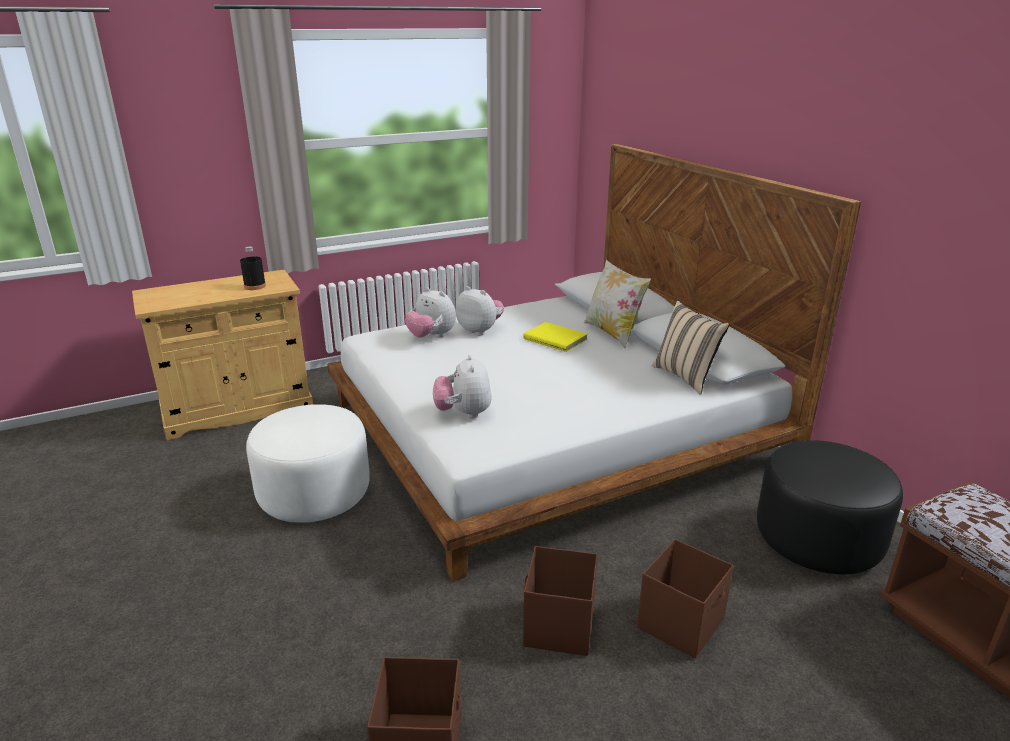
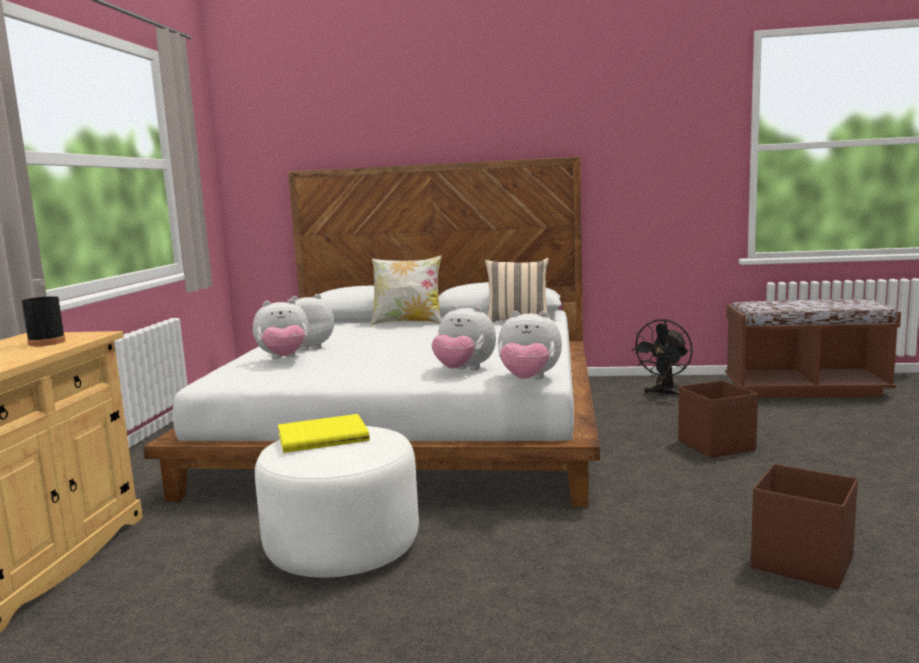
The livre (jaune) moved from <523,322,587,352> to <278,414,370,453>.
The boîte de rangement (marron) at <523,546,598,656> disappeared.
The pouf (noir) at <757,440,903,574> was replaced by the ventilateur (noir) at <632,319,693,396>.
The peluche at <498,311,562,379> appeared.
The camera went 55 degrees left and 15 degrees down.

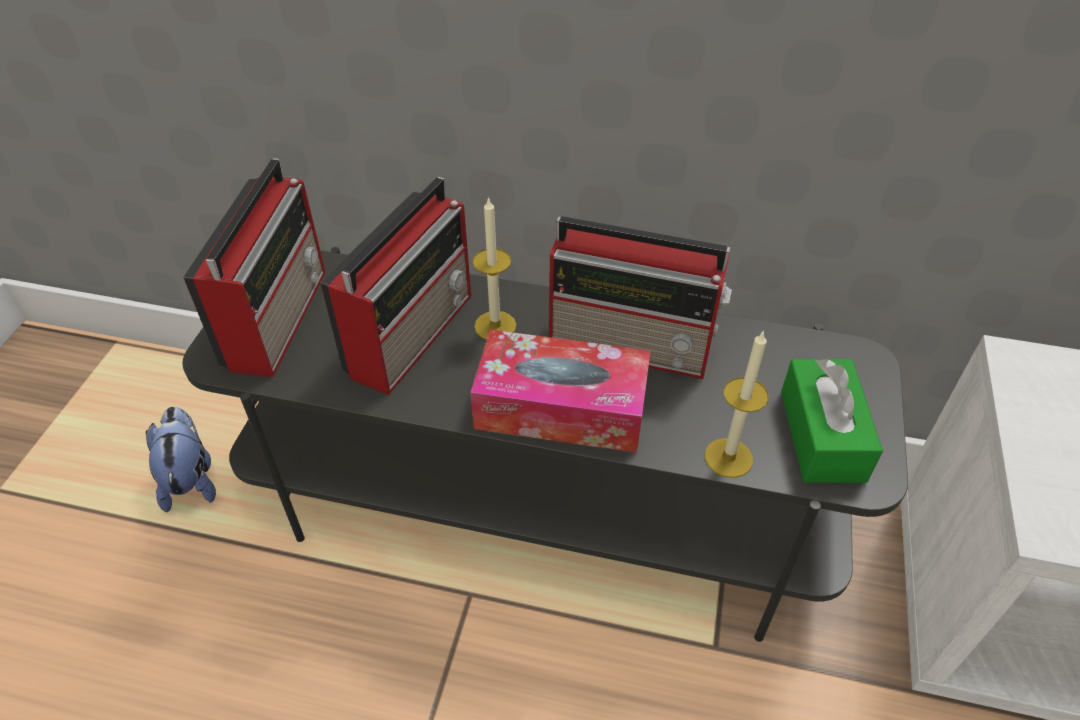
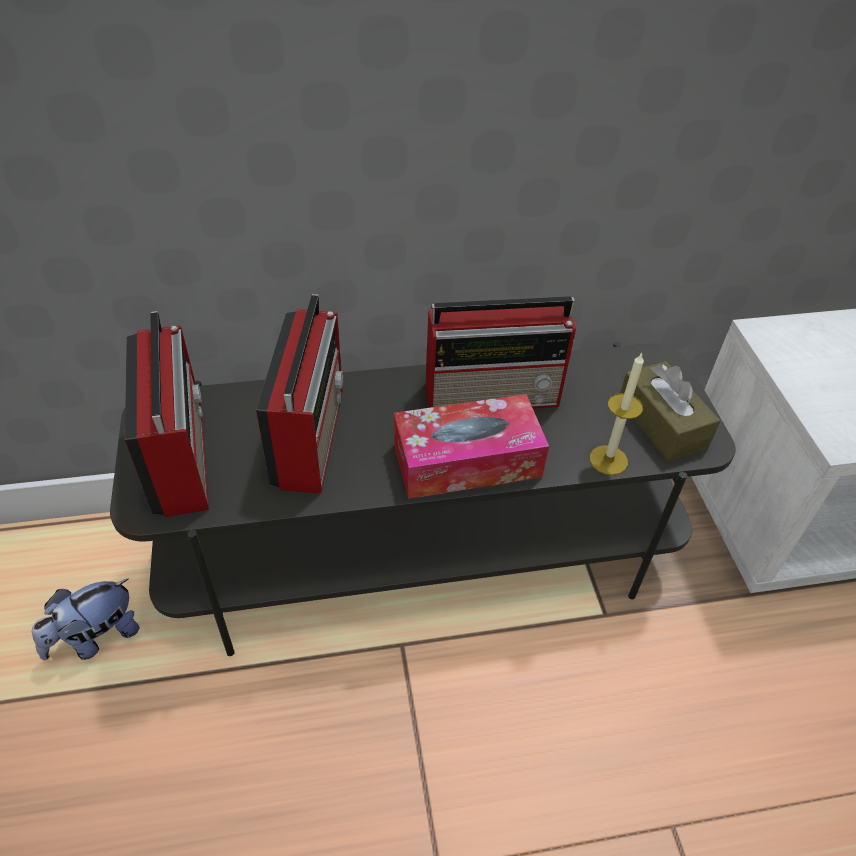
The peluche at <146,407,216,513> turned 90 degrees counterclockwise.
The bougie at <473,197,517,340> disappeared.
The boîte à mouchoirs (vert) at <781,359,883,483> became the boîte à mouchoirs (marron) at <620,361,720,461>.
The camera went 25 degrees left and 0 degrees up.

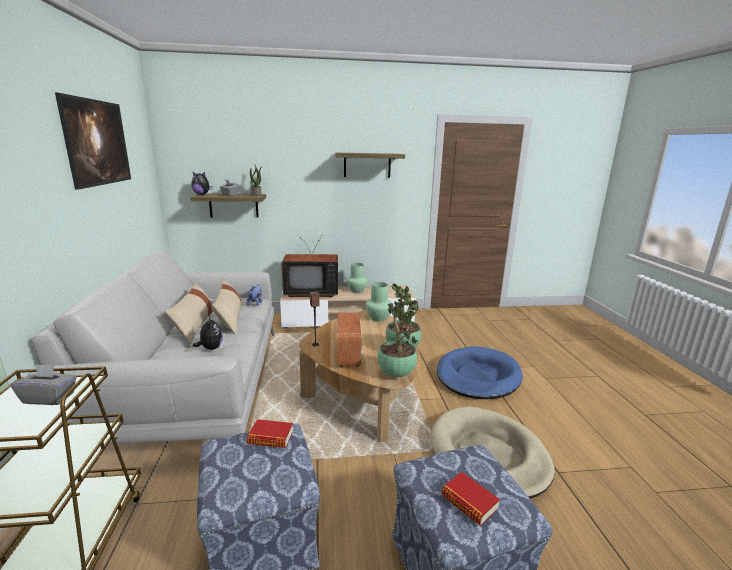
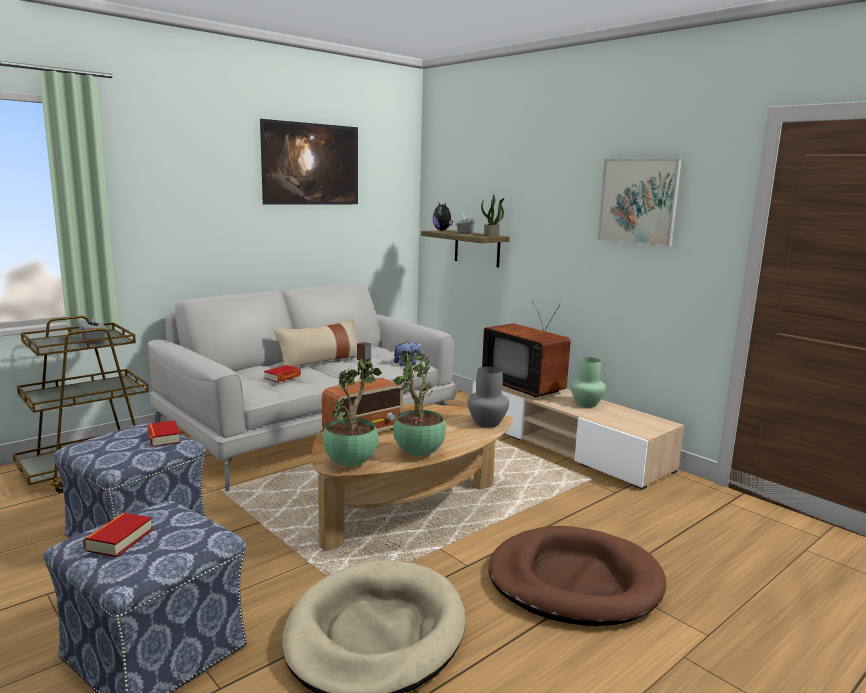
The peluche at <193,317,223,350> was replaced by the livre at <264,365,301,383>.
The coussin (beige) at <212,278,242,335> disappeared.
The étagère at <335,153,405,178> was replaced by the tableau at <597,159,682,247>.
The vase (vert) at <366,282,392,321> became the vase (gris) at <467,367,509,427>.
The panier pour chien (bleu) at <437,346,523,399> became the panier pour chien (marron) at <489,526,666,626>.
The camera went 55 degrees right and 5 degrees down.

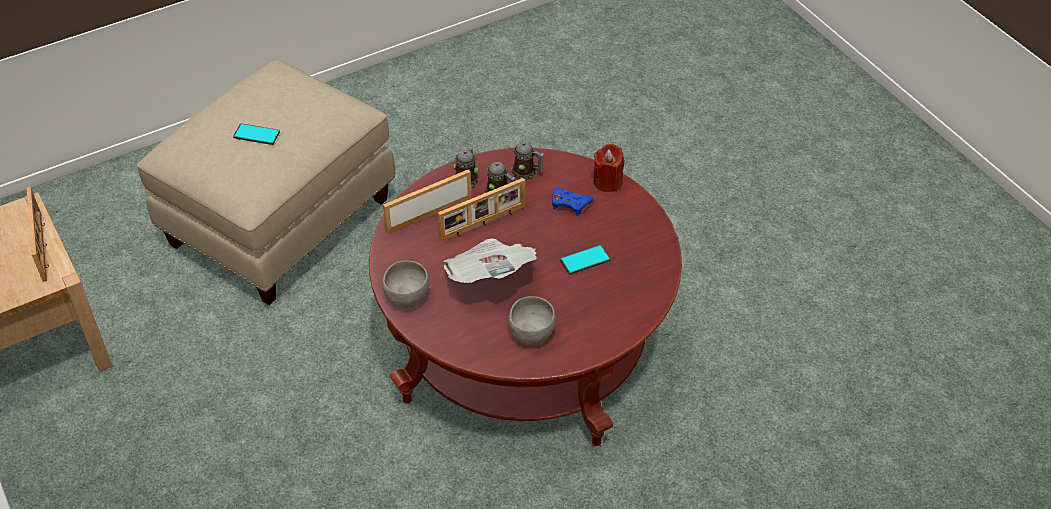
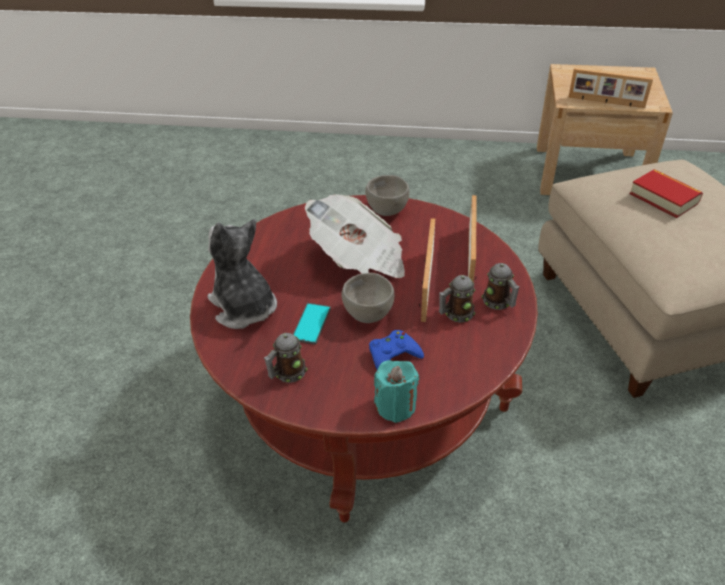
The téléphone at <233,123,280,145> was replaced by the livre at <630,169,703,218>.
The bol (gris) moved from <508,296,556,346> to <341,273,394,323>.
The mug moved from <511,142,544,180> to <264,333,307,383>.
The bougie (rouge) at <594,144,625,192> became the bougie (turquoise) at <374,360,419,423>.
The peluche at <207,219,277,329> appeared.
The camera went 130 degrees right and 5 degrees down.

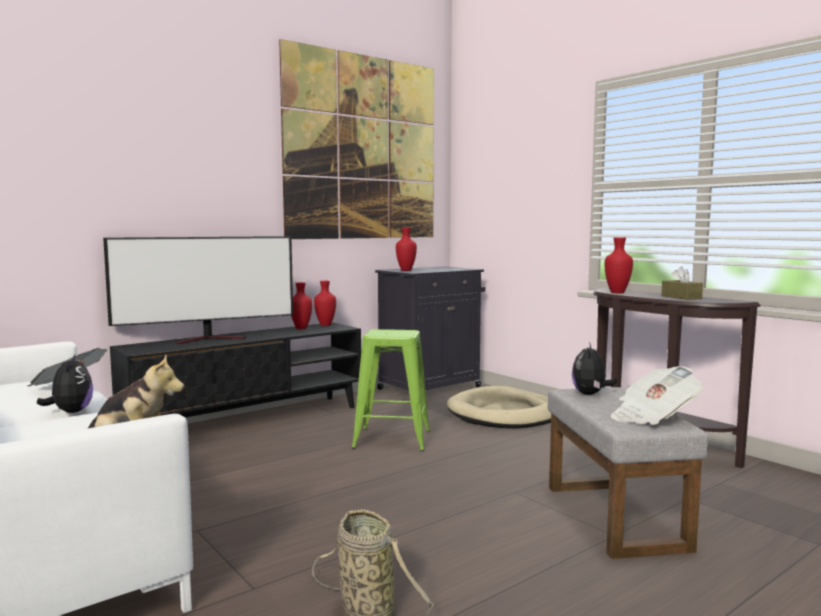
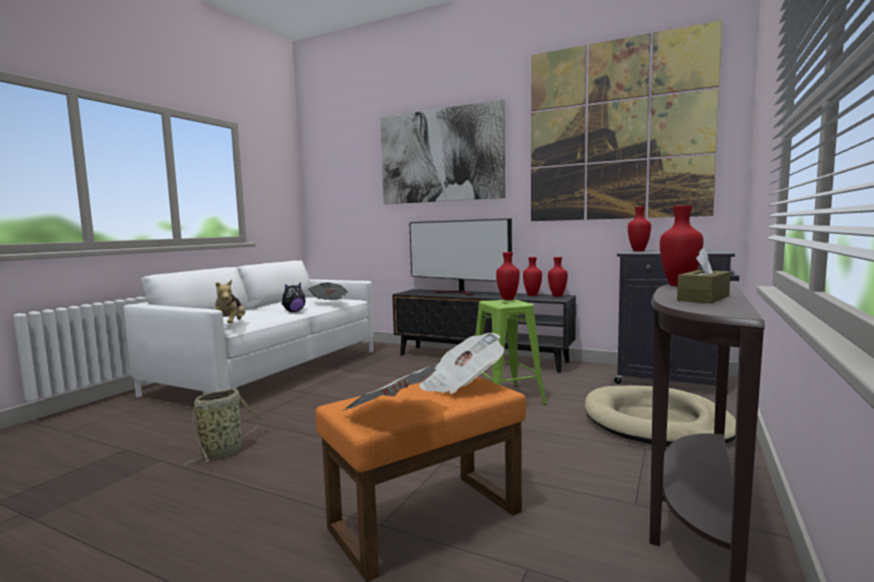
The pouf (gris) at <548,387,708,559> became the pouf (orange) at <315,376,526,582>.
The peluche at <572,342,617,395> was replaced by the journal at <419,333,504,394>.
The tableau at <380,99,505,204> appeared.
The vase (rouge) at <496,252,520,300> appeared.
The camera went 65 degrees right and 0 degrees up.

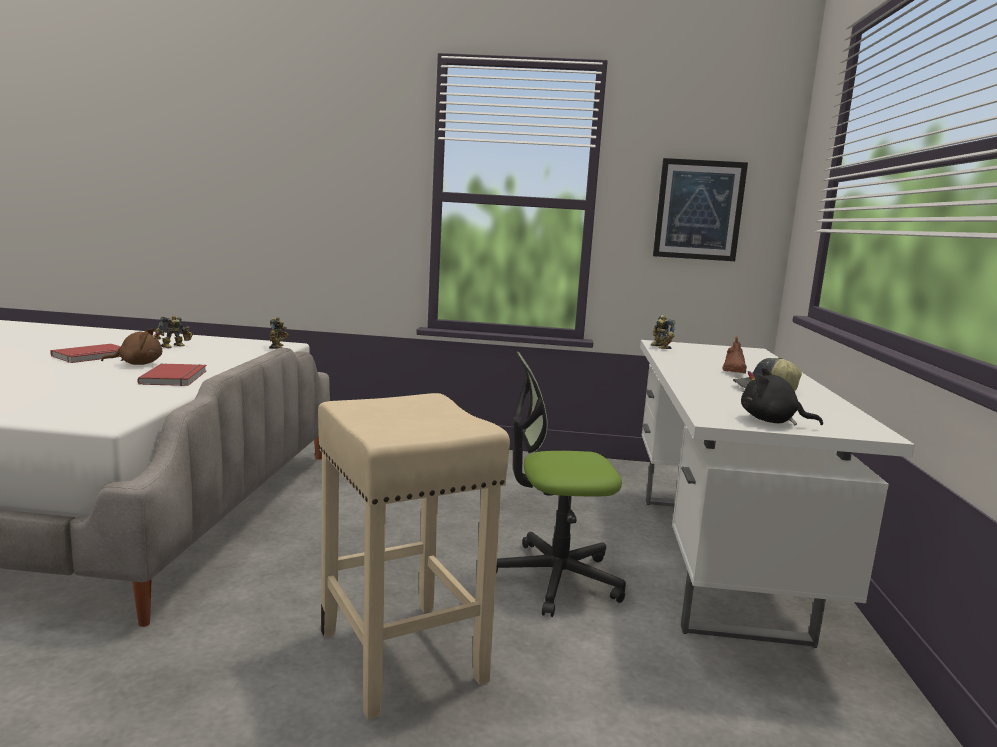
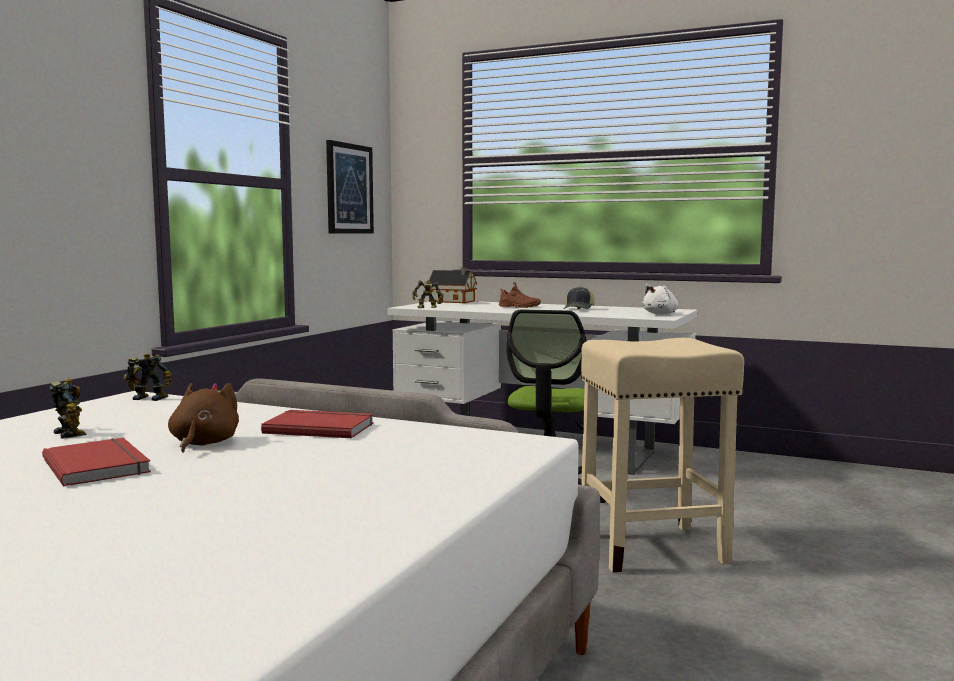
The peluche (noir) at <741,367,823,425> became the peluche (blanc) at <642,284,678,314>.
The maison miniature at <429,268,477,303> appeared.
The camera went 70 degrees left and 5 degrees down.

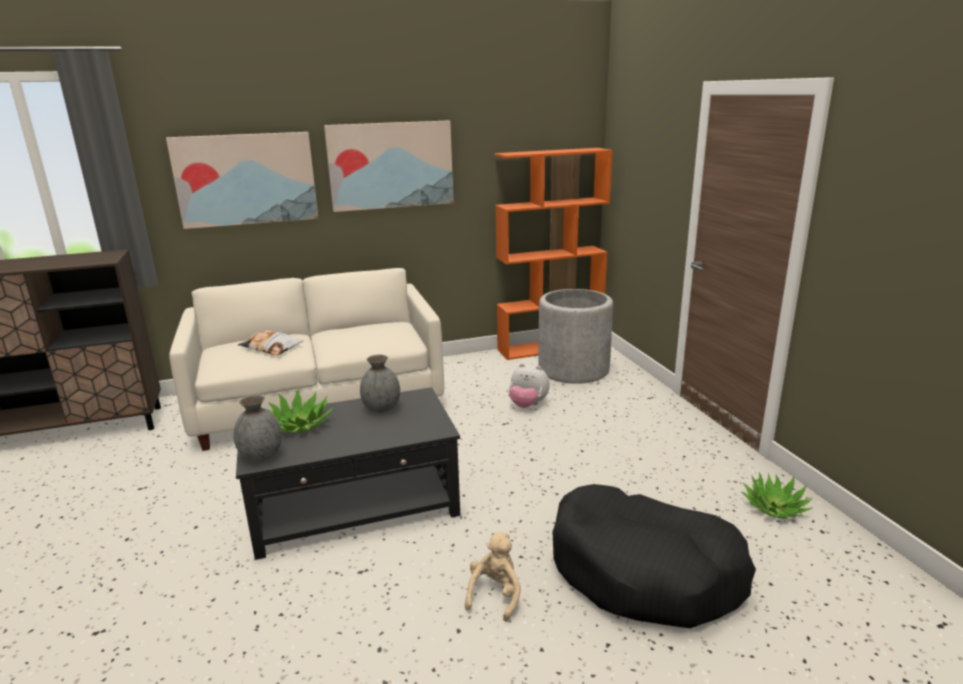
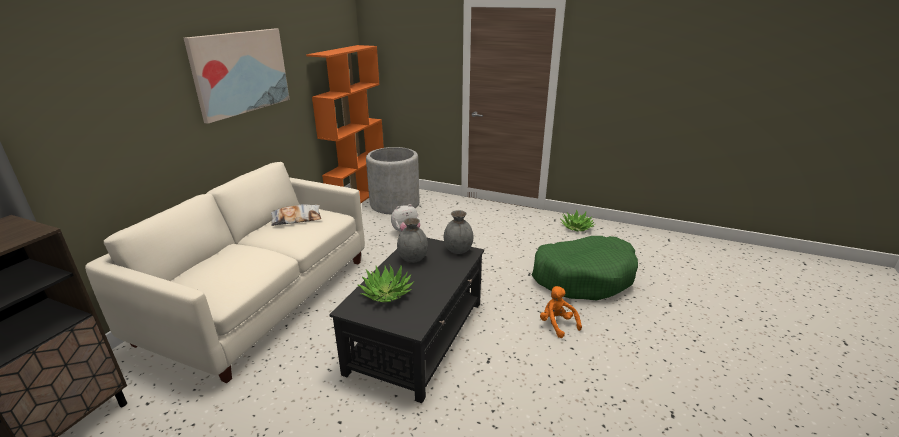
The tableau at <166,132,318,229> disappeared.
The vase (gris) moved from <233,395,282,462> to <444,210,473,254>.
The coussin moved from <238,330,304,356> to <271,205,321,226>.
The peluche (beige) at <465,532,521,622> became the peluche (orange) at <540,286,582,338>.
The panier pour chien (noir) at <552,484,756,628> became the panier pour chien (vert) at <532,236,638,301>.
The camera went 50 degrees left and 5 degrees up.

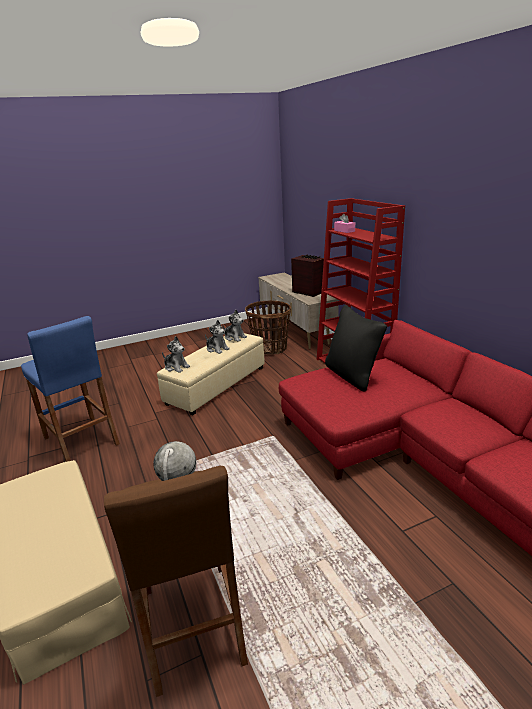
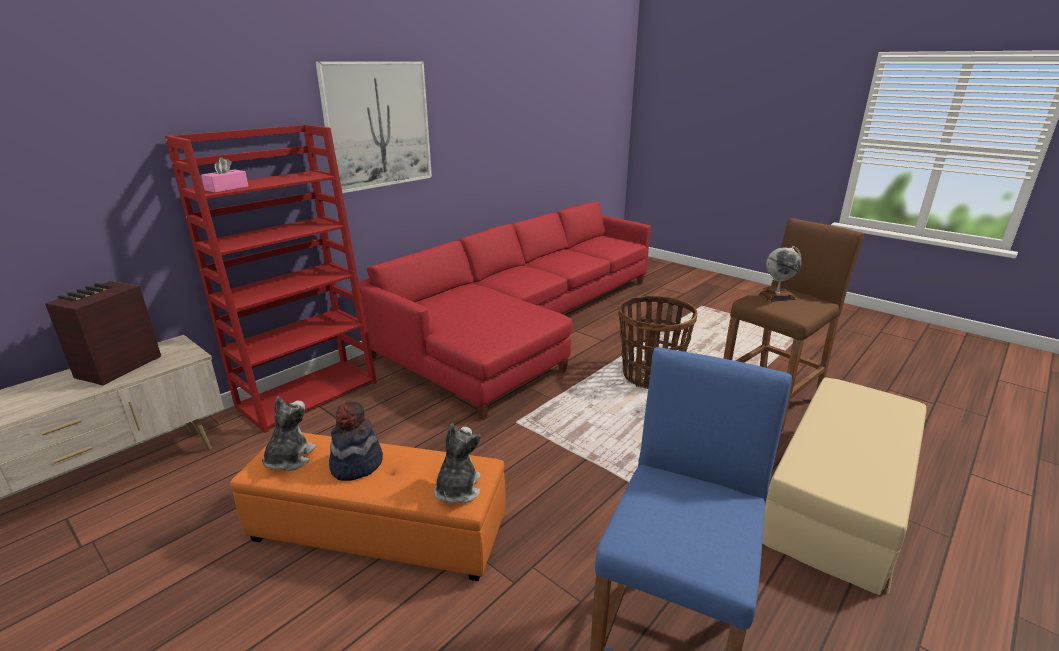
The pouf (beige) at <157,333,265,415> became the pouf (orange) at <230,433,506,581>.
The peluche at <205,320,230,354> was replaced by the chapeau at <329,402,383,481>.
The panier moved from <245,300,291,355> to <618,295,697,389>.
The coussin (noir) at <325,305,387,392> disappeared.
The tableau at <315,61,432,193> appeared.
The camera went 115 degrees left and 0 degrees up.

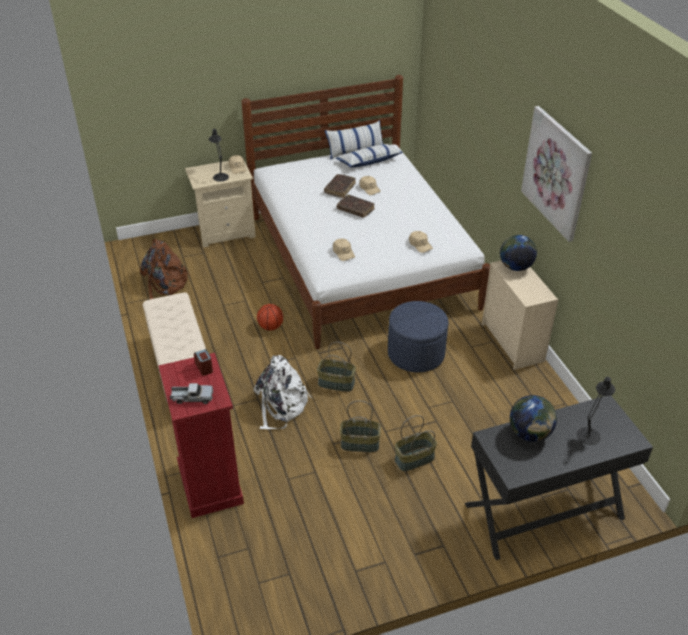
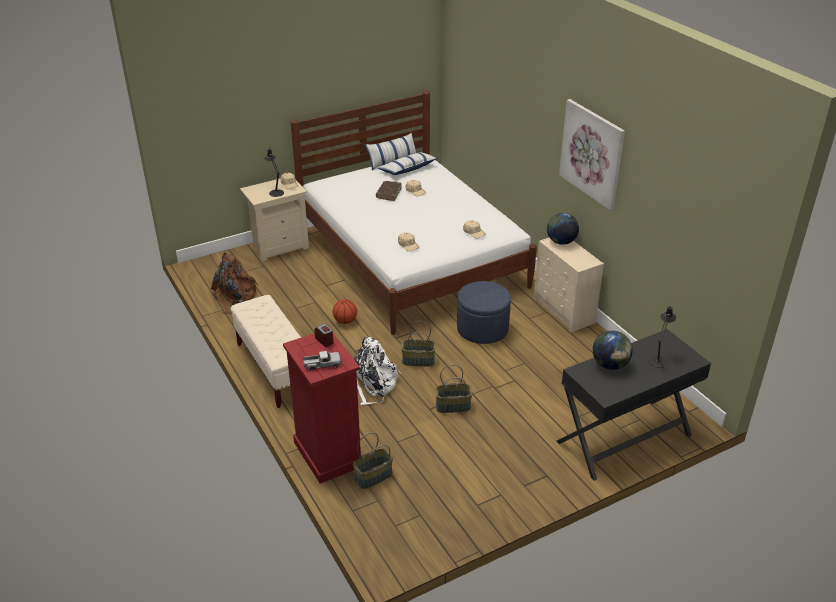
The livre (marron) at <337,194,375,218> disappeared.
The panier moved from <395,415,437,471> to <353,432,393,489>.
The camera went 10 degrees left and 5 degrees down.

